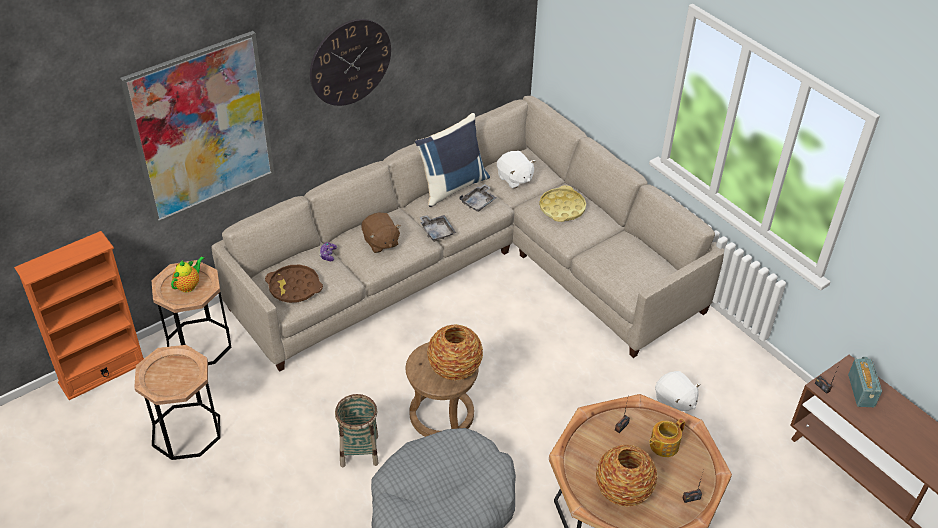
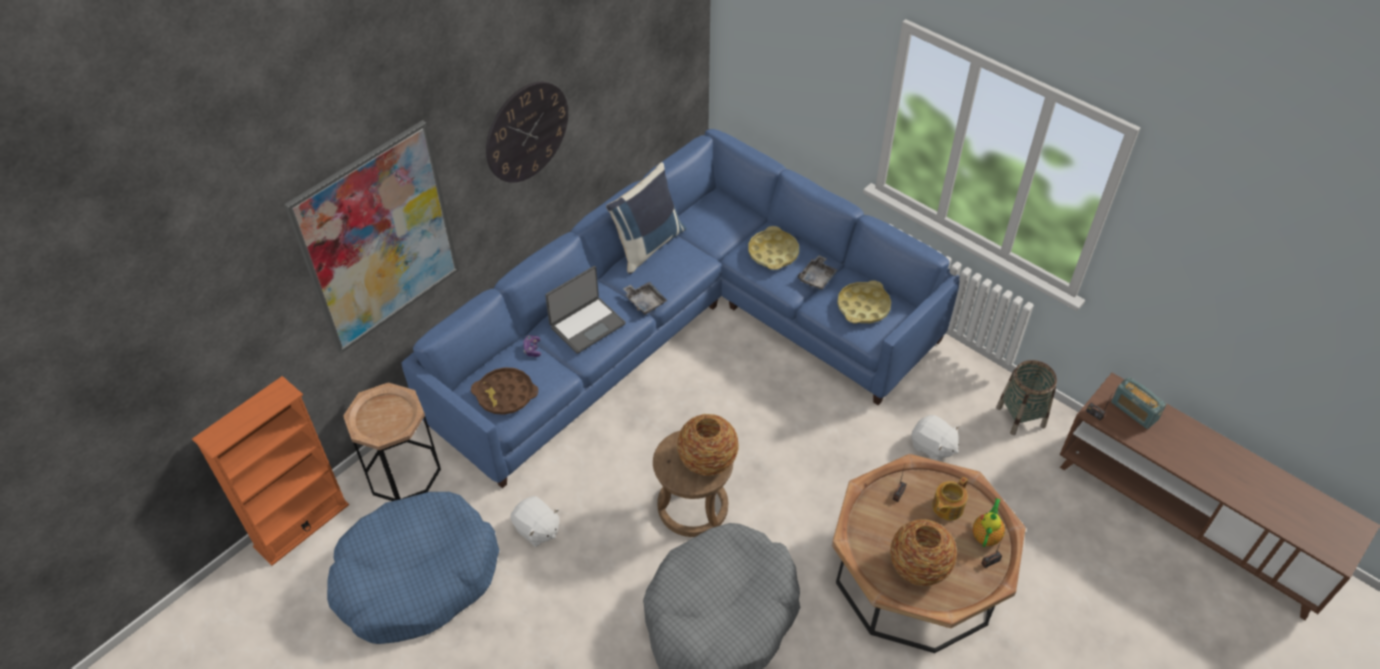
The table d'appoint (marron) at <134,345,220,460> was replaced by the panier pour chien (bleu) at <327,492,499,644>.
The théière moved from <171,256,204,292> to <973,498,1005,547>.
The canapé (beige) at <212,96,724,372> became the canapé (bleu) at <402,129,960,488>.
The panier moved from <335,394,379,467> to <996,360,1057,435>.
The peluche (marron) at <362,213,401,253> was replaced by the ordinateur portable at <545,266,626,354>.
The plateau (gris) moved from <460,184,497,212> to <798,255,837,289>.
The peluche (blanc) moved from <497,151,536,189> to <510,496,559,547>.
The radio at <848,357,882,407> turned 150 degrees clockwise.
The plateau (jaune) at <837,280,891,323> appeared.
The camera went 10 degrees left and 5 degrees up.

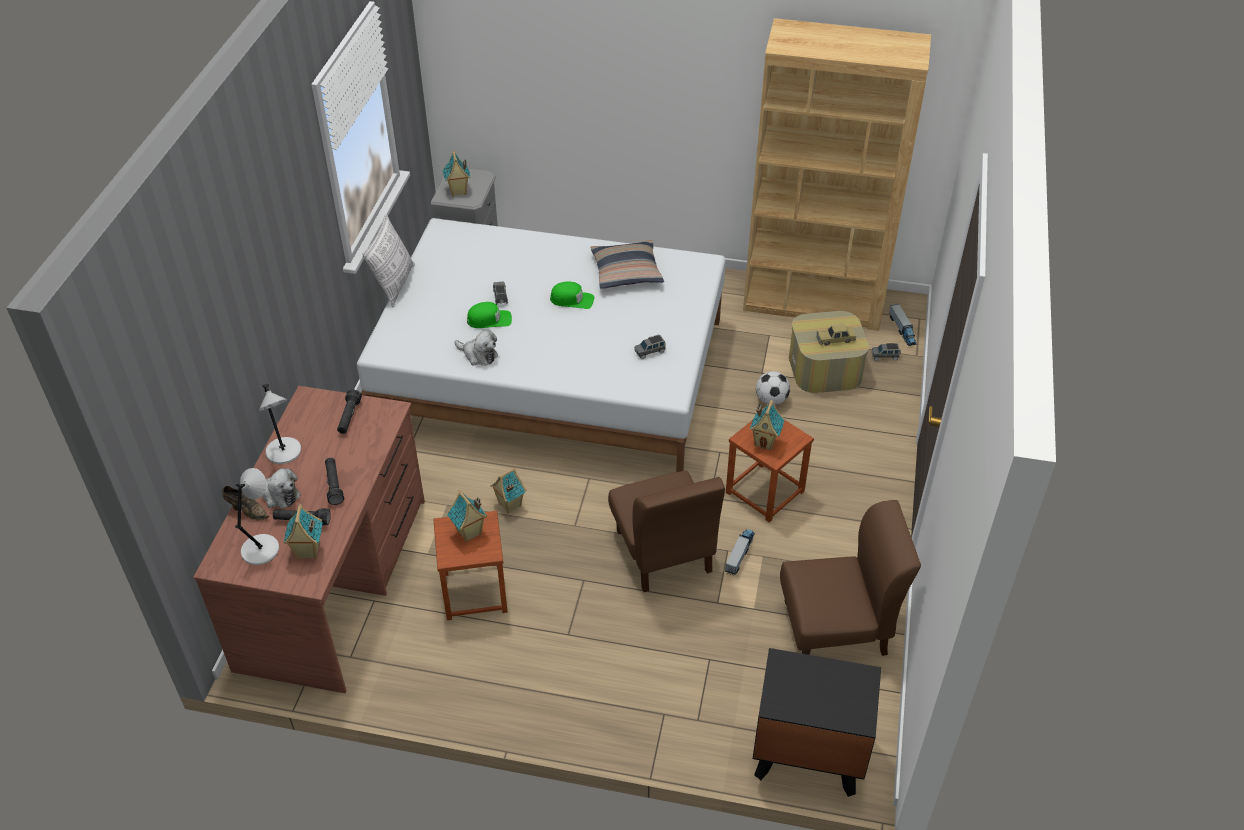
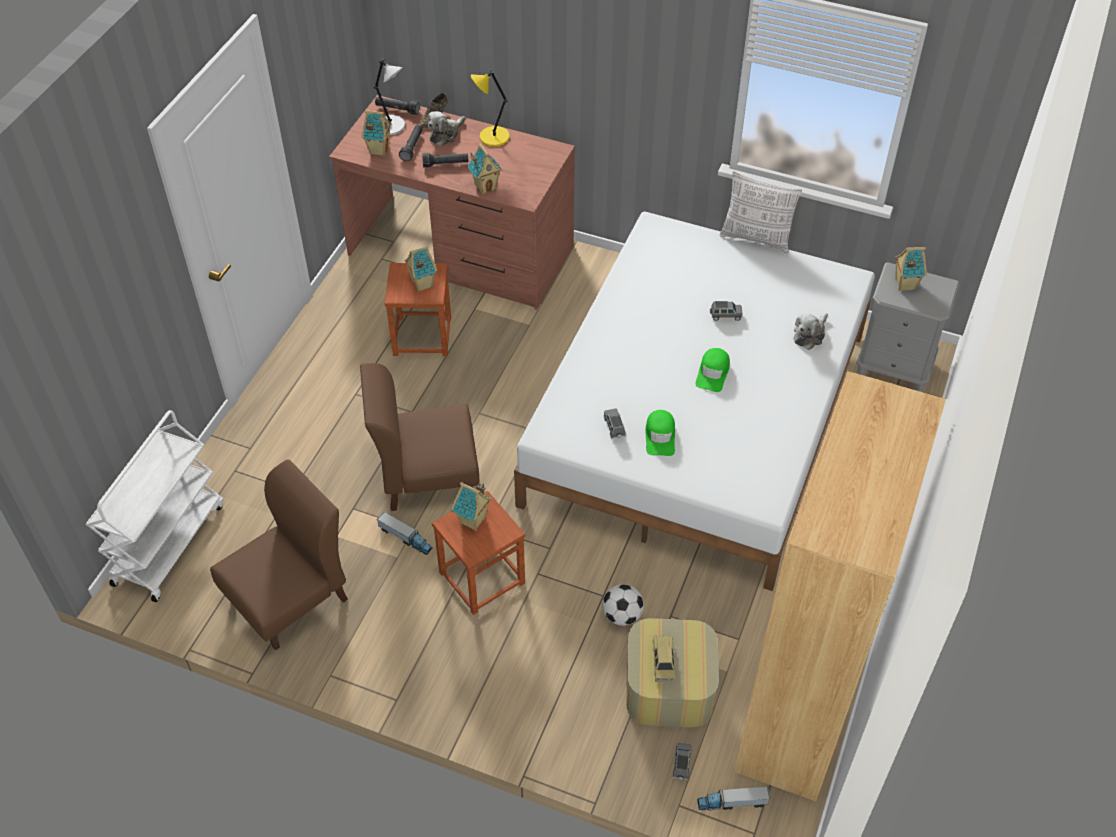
The lampe de table (gris) at <259,383,301,464> became the lampe de table (jaune) at <471,70,510,147>.
The lampe de poche (noir) moved from <337,389,362,434> to <375,97,420,115>.
The peluche moved from <454,330,498,366> to <793,313,828,350>.
The casquette (vert) moved from <467,302,512,328> to <645,410,675,456>.
The maison miniature moved from <491,468,526,513> to <467,144,502,194>.
The coussin at <590,240,664,289> disappeared.
The table de chevet (noir) at <753,648,881,797> was replaced by the chariot (blanc) at <86,410,223,602>.
The chaise (marron) at <780,500,921,656> turned 135 degrees counterclockwise.
The camera went 100 degrees right and 5 degrees up.

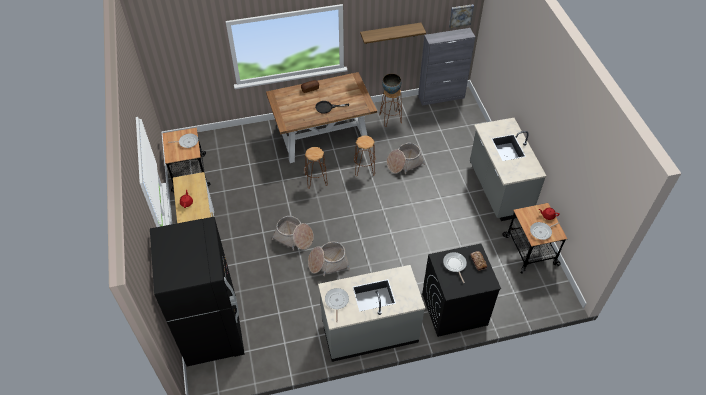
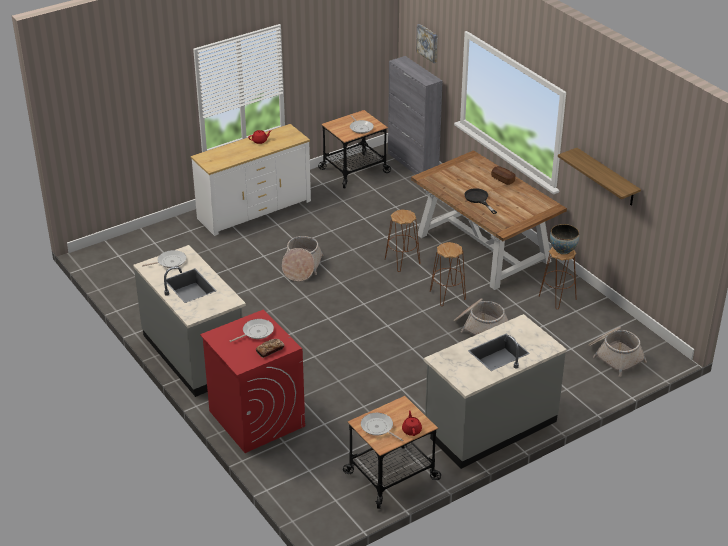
The réfrigérateur (noir) at <150,217,245,366> disappeared.
The panier moved from <308,242,350,276> to <588,327,647,377>.
The meuble de rangement (gris) moved from <418,28,475,106> to <388,56,443,175>.
The lave-linge (noir) at <422,244,501,337> became the lave-linge (rouge) at <200,310,305,453>.
The tableau moved from <449,4,474,28> to <416,24,437,63>.
The camera went 70 degrees right and 15 degrees down.

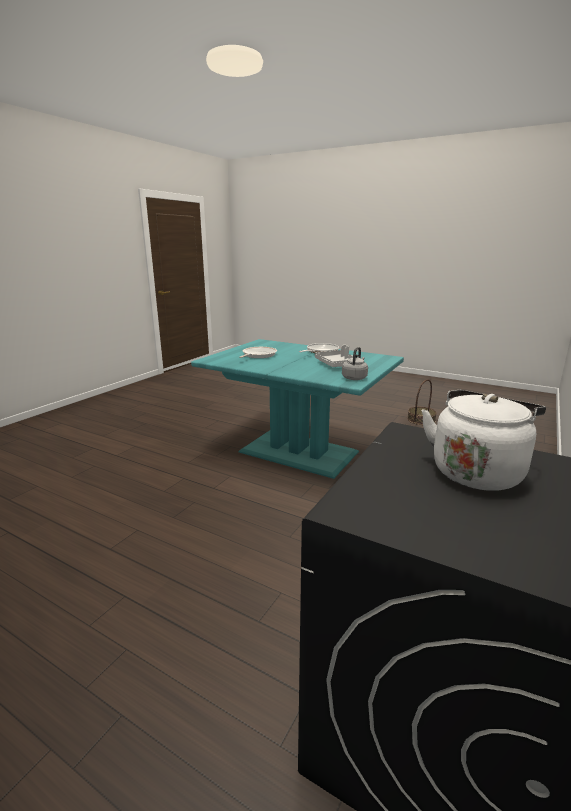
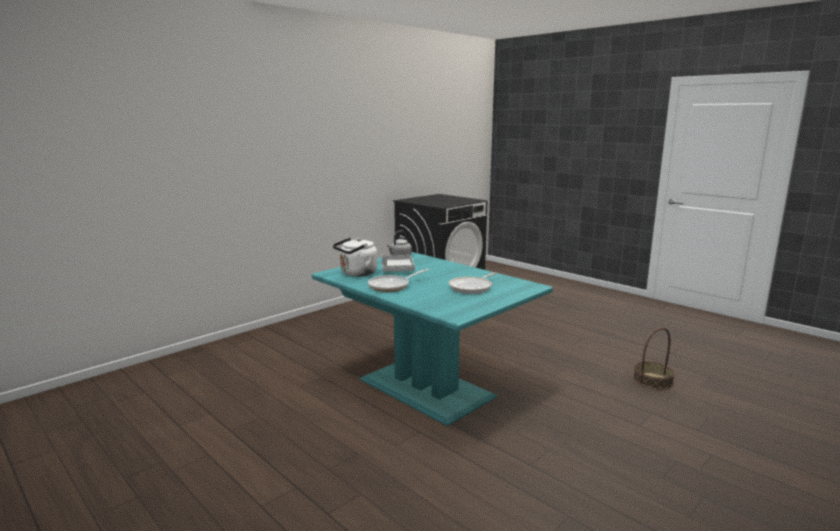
The panier moved from <407,379,437,425> to <633,327,675,390>.
The bouilloire (blanc) moved from <421,390,546,490> to <333,238,377,277>.
The camera went 165 degrees left and 5 degrees down.

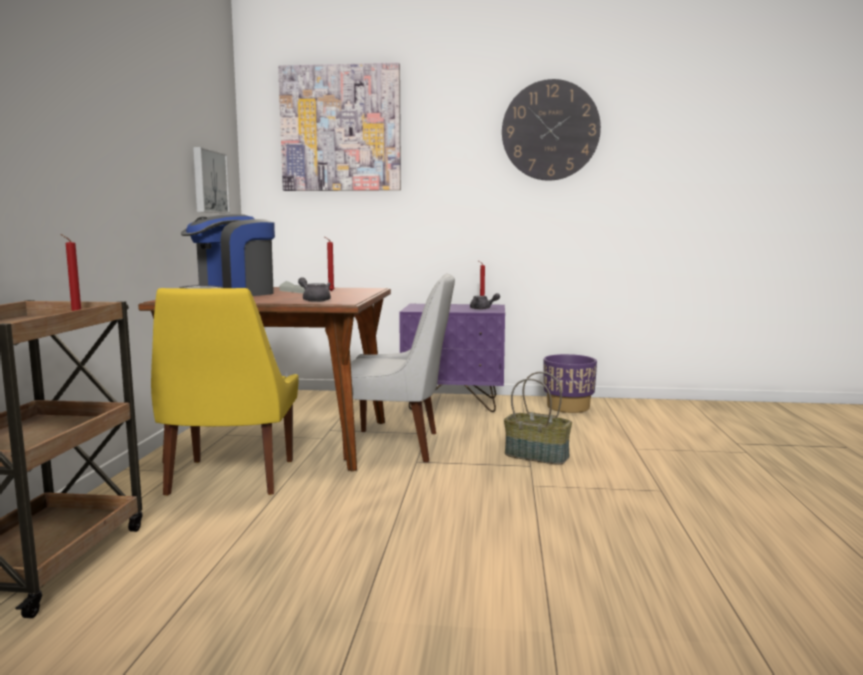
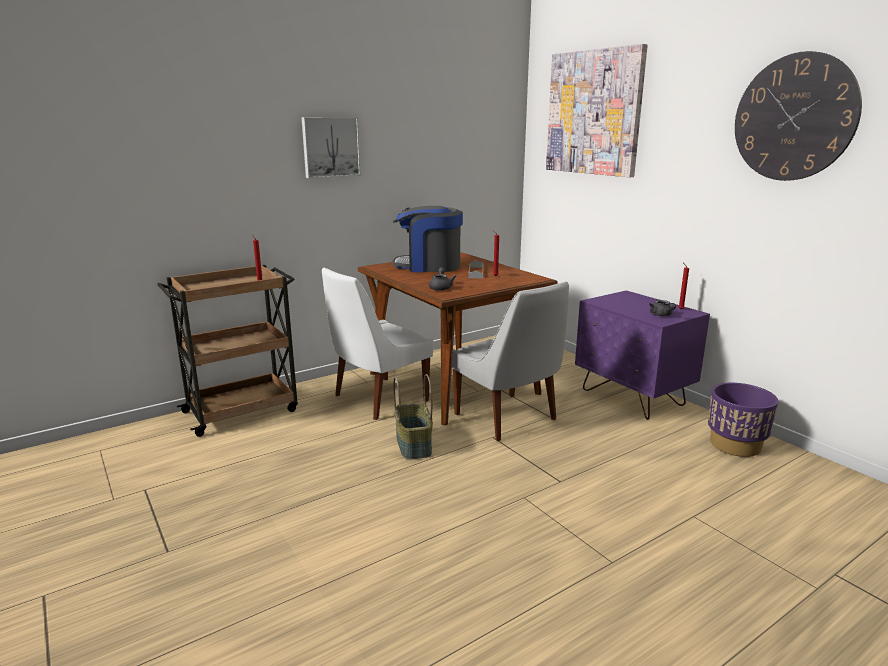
The chaise (jaune) at <151,288,298,496> became the chaise (blanc) at <322,268,434,420>.
The tableau moved from <193,147,230,213> to <301,117,361,179>.
The panier moved from <504,372,572,465> to <393,374,433,460>.
The camera went 50 degrees right and 10 degrees up.

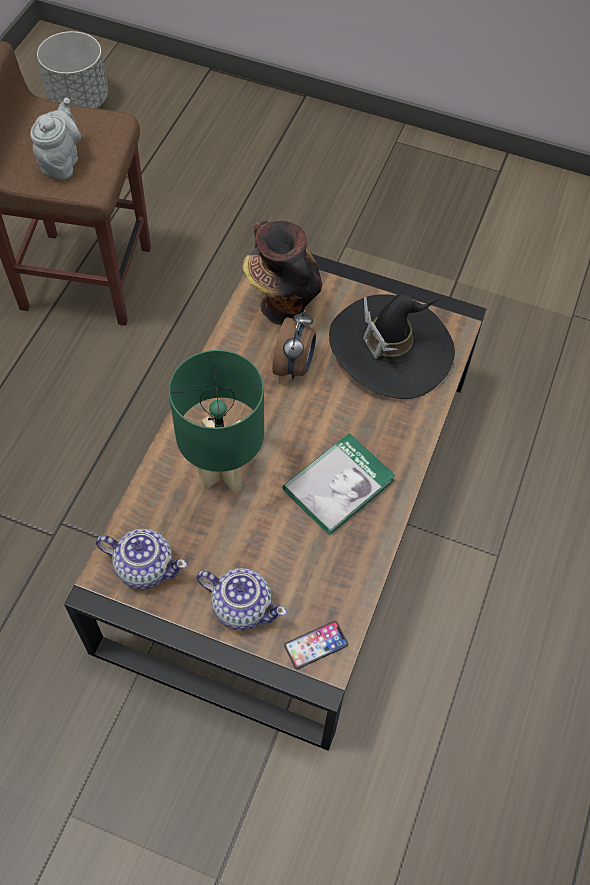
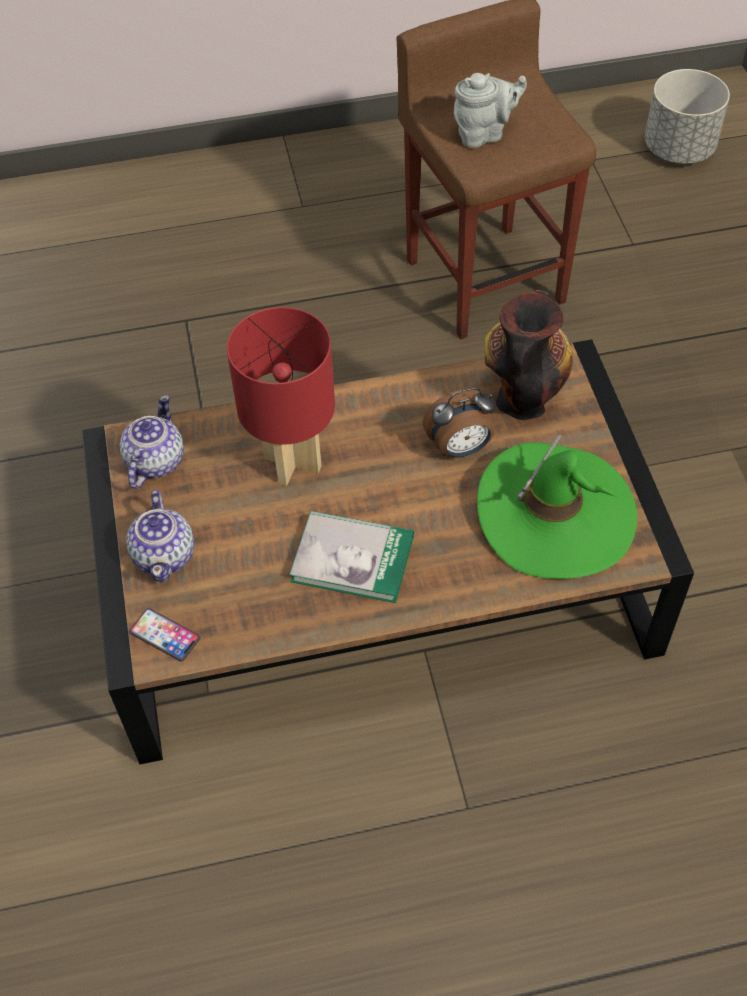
The théière at <96,529,187,590> turned 150 degrees counterclockwise.
The lampe de table (vert) at <169,350,264,494> became the lampe de table (rouge) at <227,307,335,486>.
The chapeau (noir) at <329,293,455,399> became the chapeau (vert) at <477,435,637,579>.
The camera went 60 degrees right and 5 degrees down.

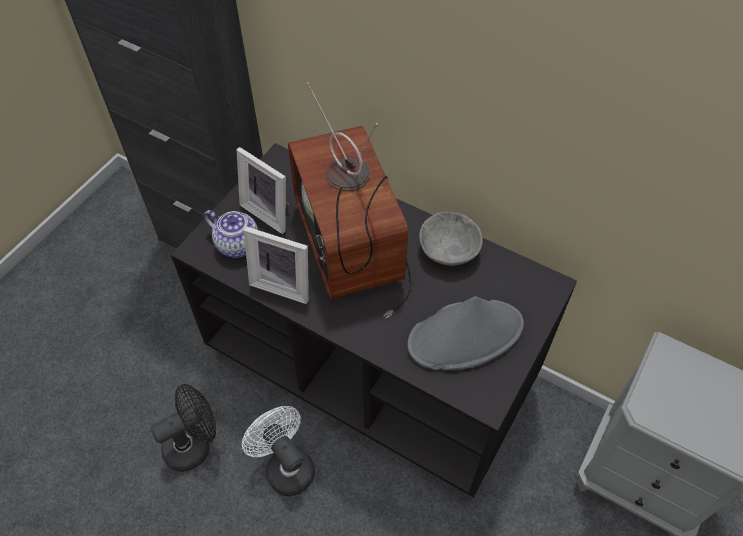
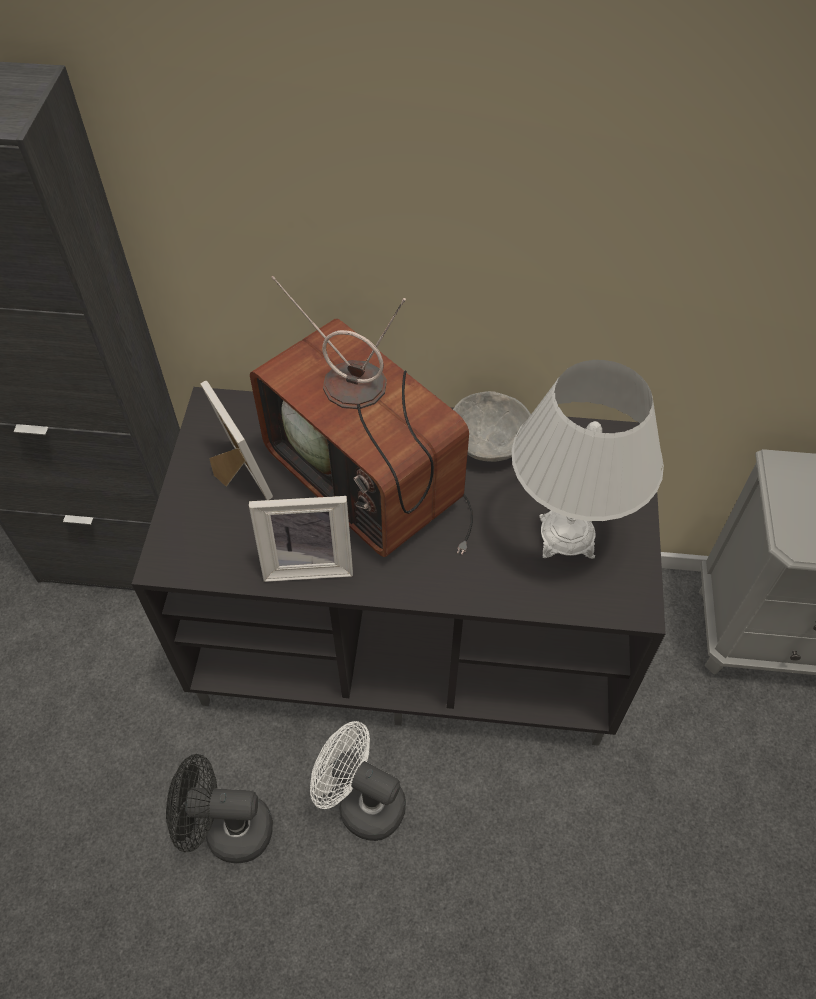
The ventilateur (noir) at <151,384,216,472> turned 120 degrees counterclockwise.
The théière at <203,210,258,258> disappeared.
The cadre photo at <237,147,289,234> turned 135 degrees counterclockwise.
The chapeau (gris) at <407,296,524,370> was replaced by the lampe de table (blanc) at <512,360,664,559>.
The camera went 25 degrees left and 0 degrees up.

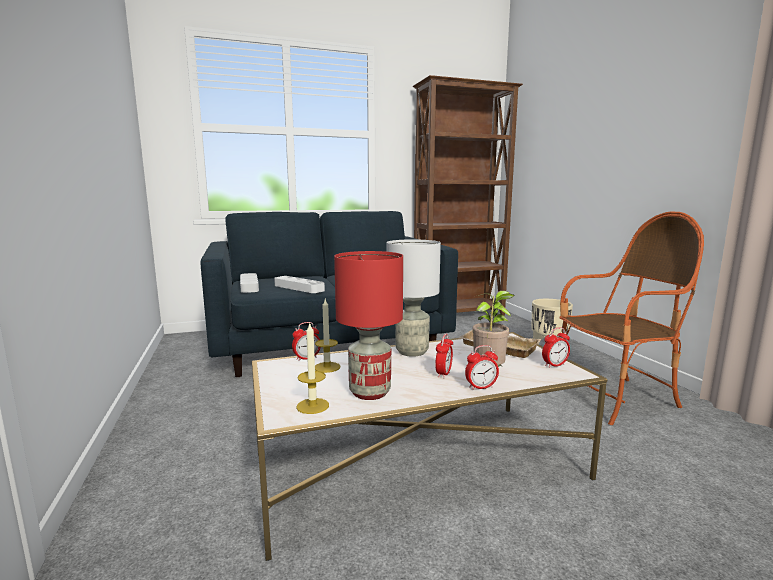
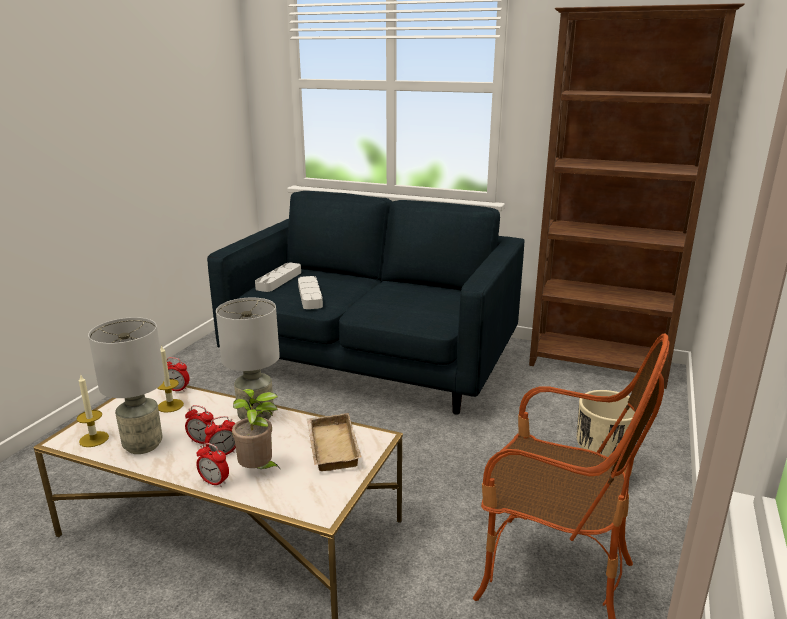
The lampe de table (rouge) at <334,251,403,400> became the lampe de table (gris) at <88,317,165,454>.
The réveil moved from <542,328,570,368> to <185,405,215,444>.
The camera went 40 degrees right and 10 degrees up.

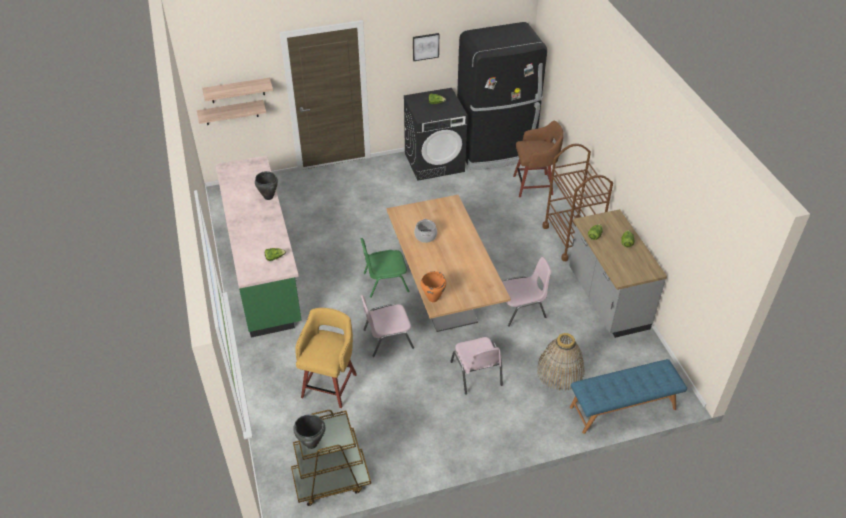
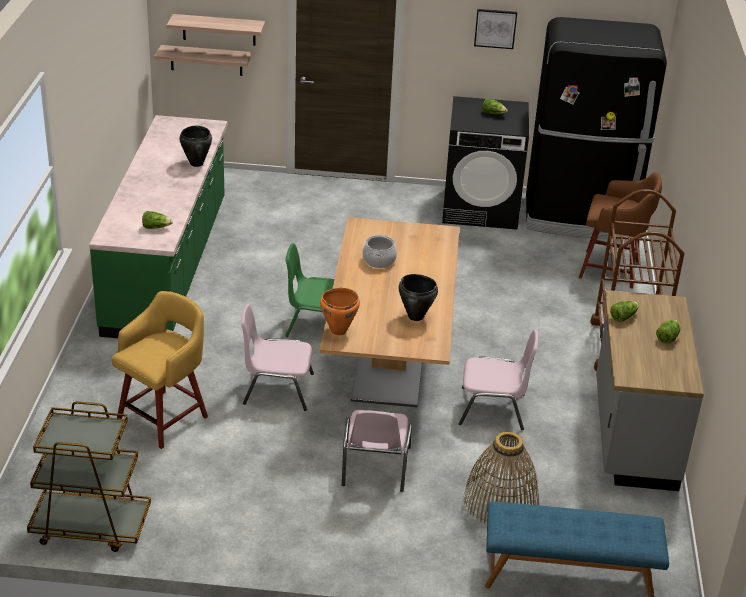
The marmite (noir) moved from <293,414,325,449> to <398,274,438,321>.
The camera went 20 degrees right and 10 degrees down.

